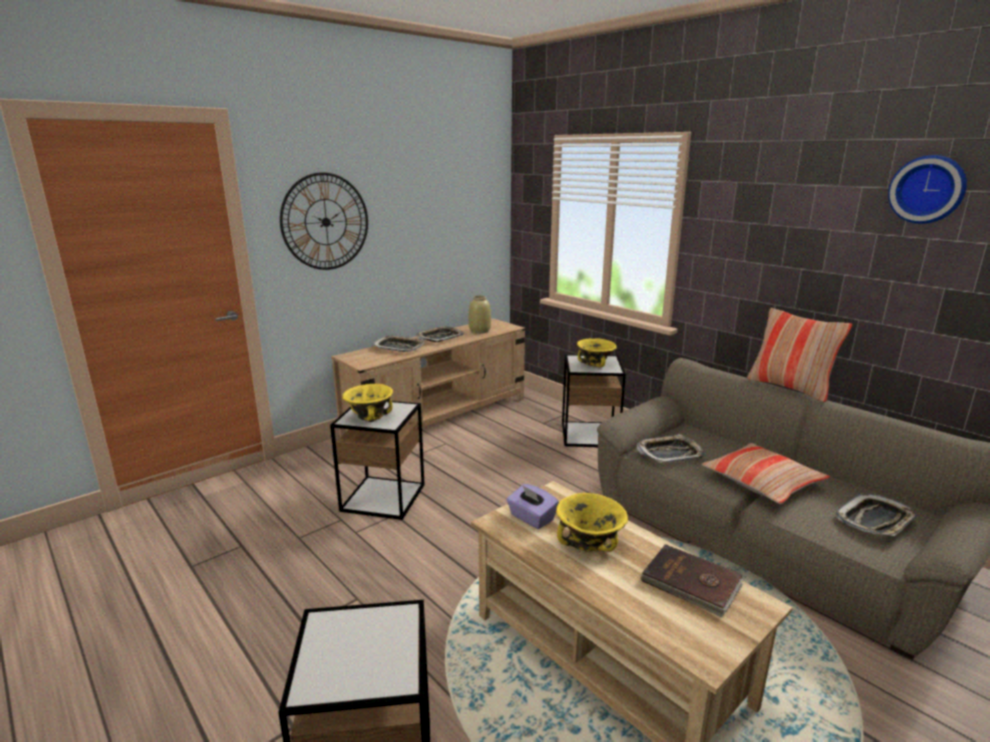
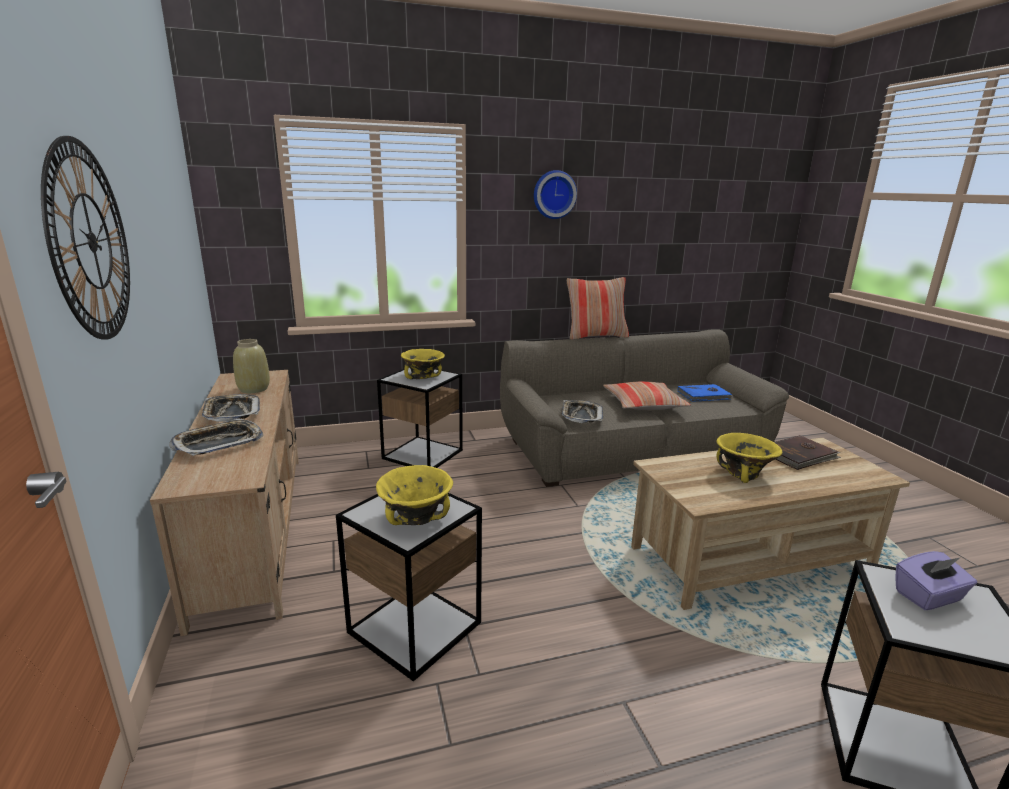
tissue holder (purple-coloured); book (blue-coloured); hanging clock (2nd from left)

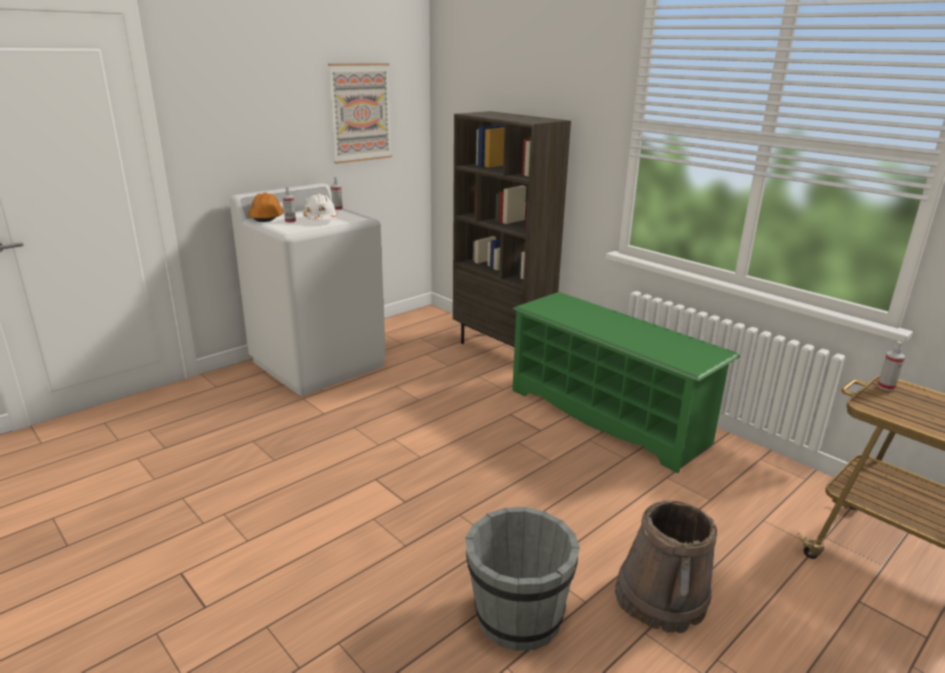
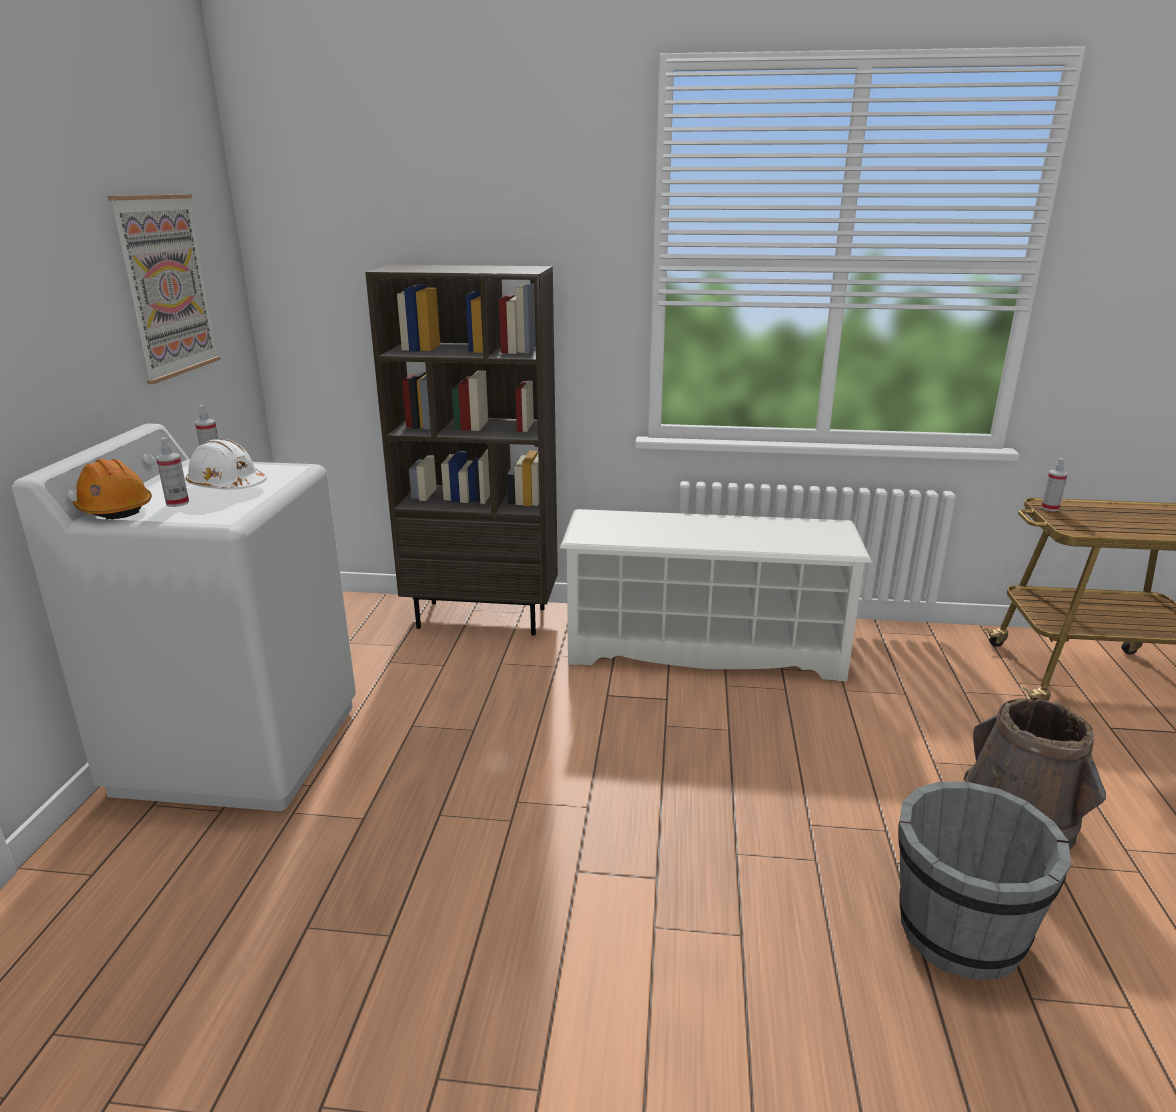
shoe shelf (white)

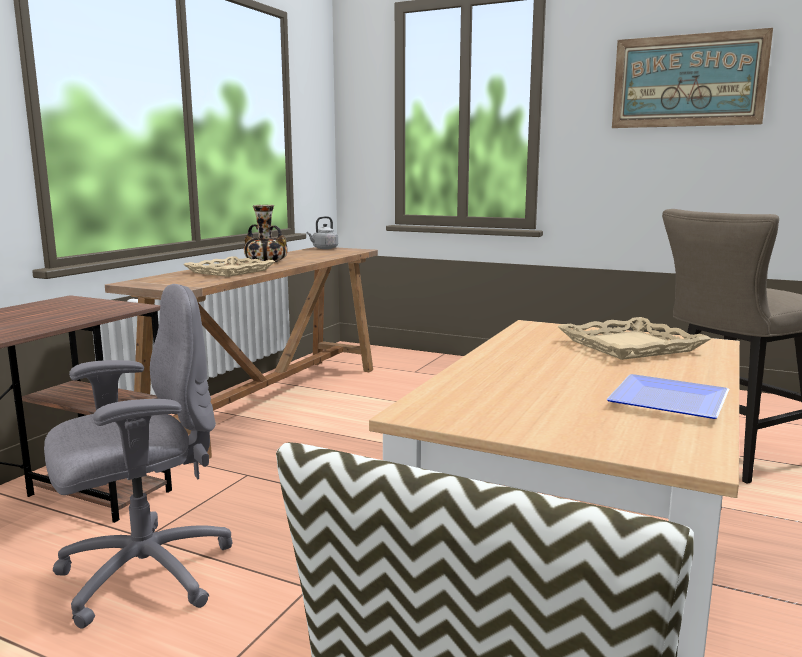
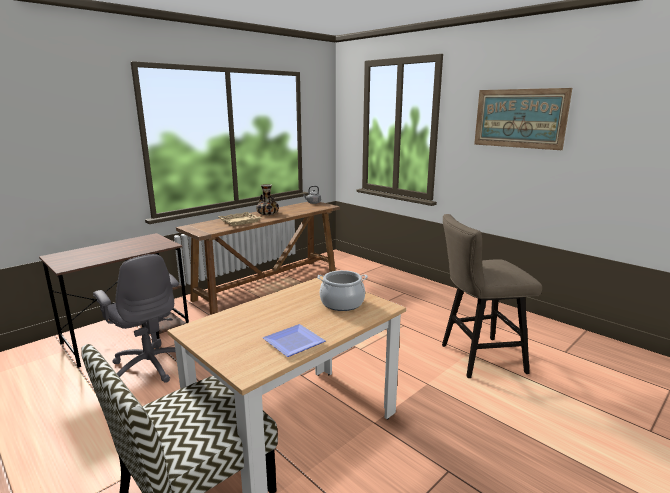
office chair (greyish); cooking pot

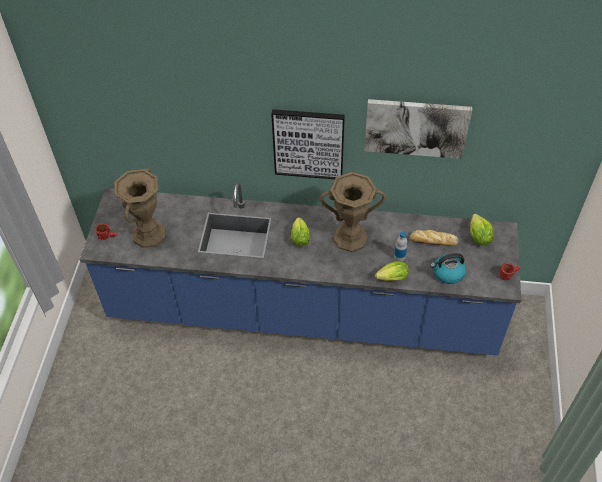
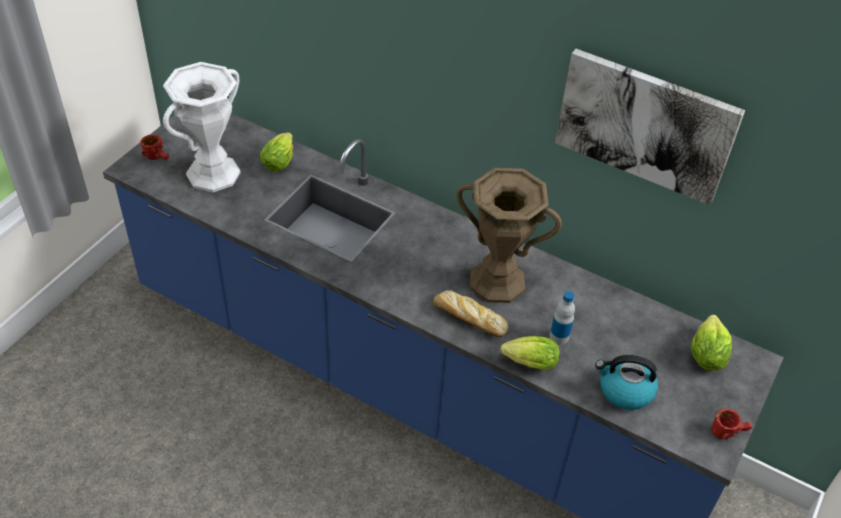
decorative vase (white); picture (1st from left in the first image); lettuce head (1st from left); bakery bread

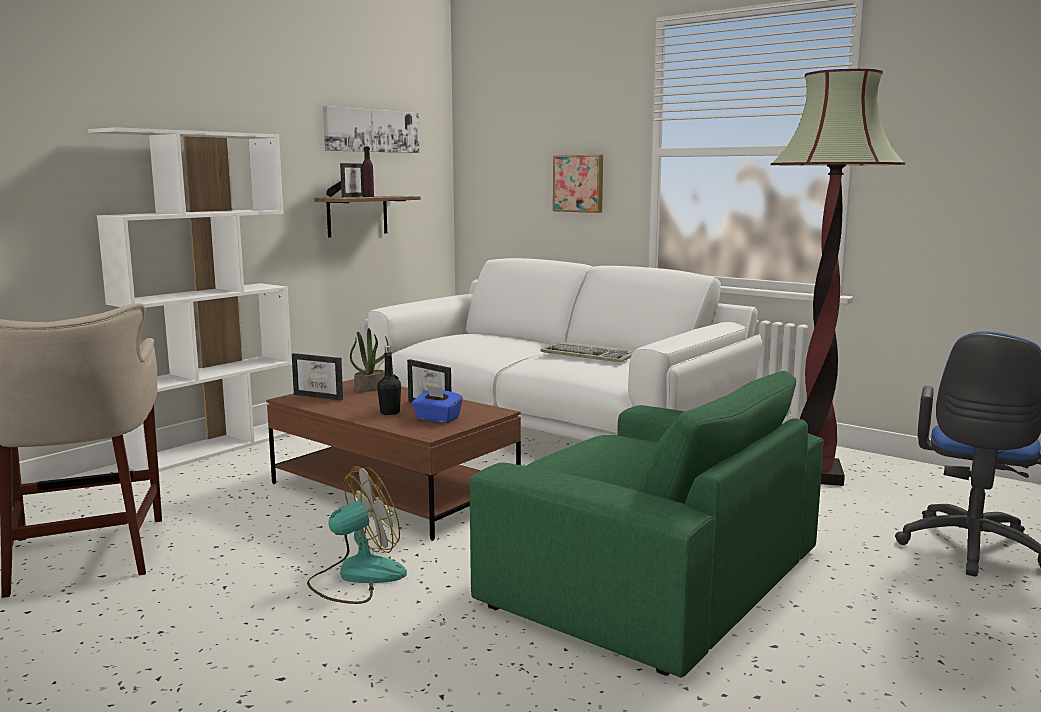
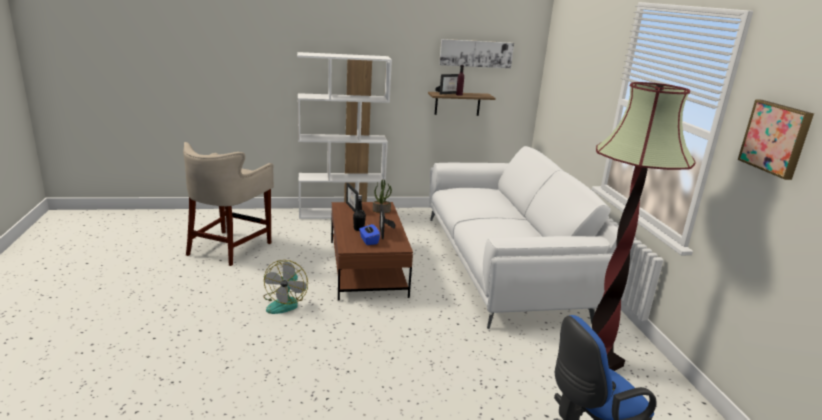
fan; easy chair (green-coloured); computer keyboard; picture (2nd from left)

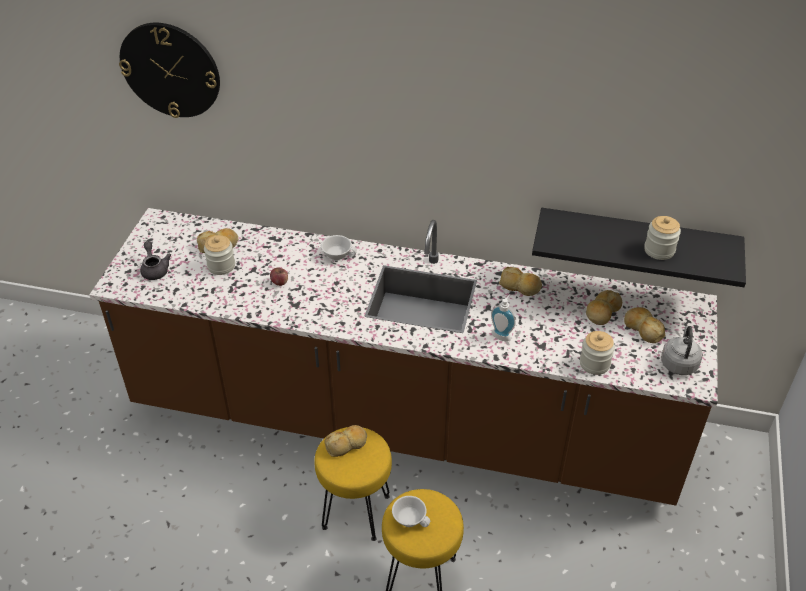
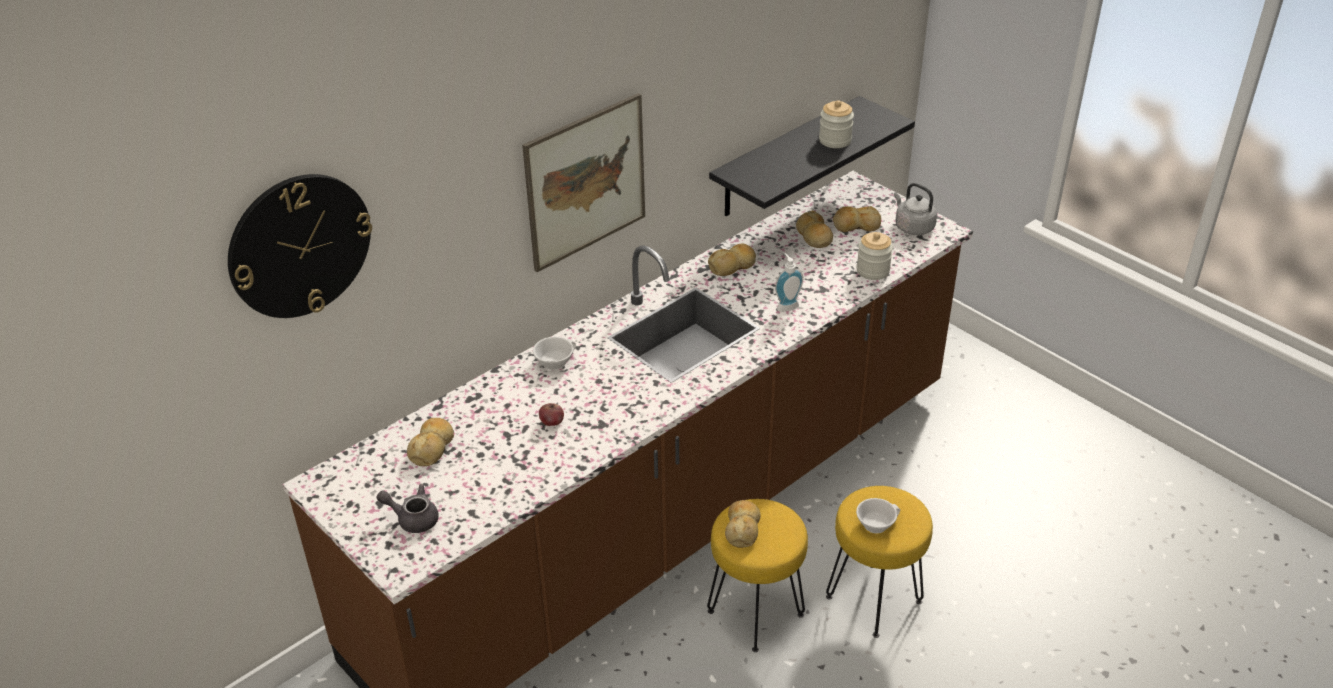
preserve jar (1st from left in the first image); picture

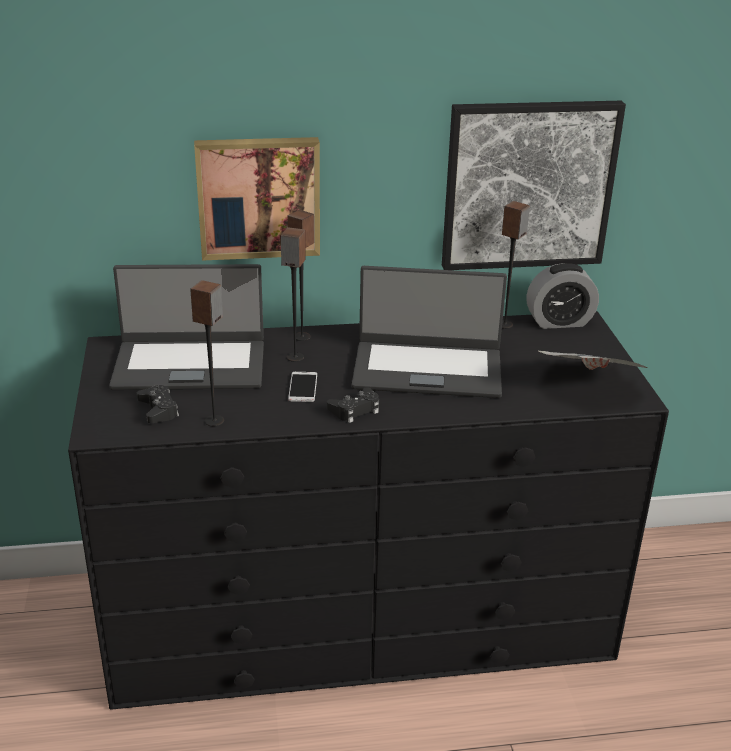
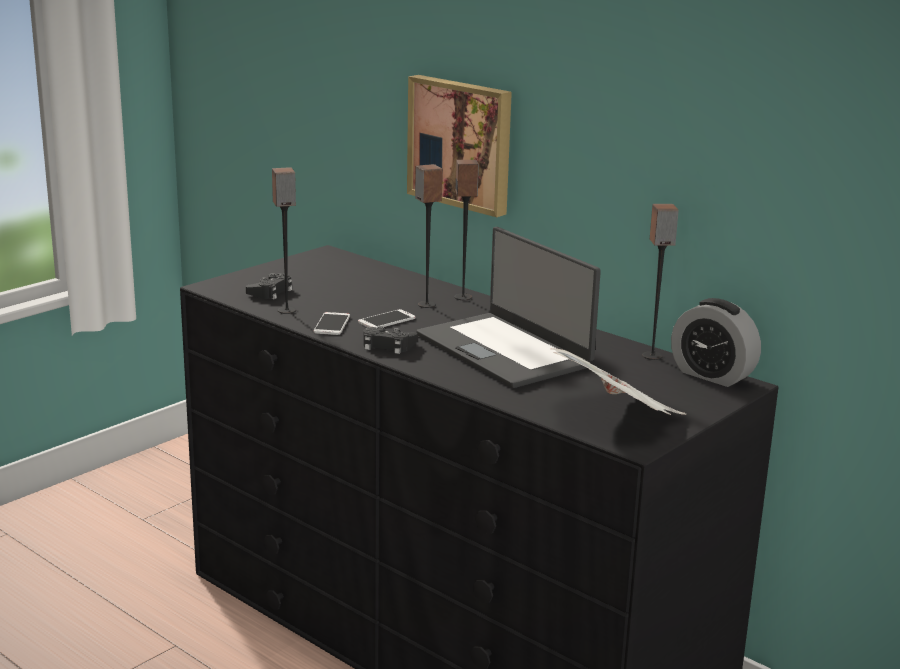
laptop (1st from left in the first image); picture (2nd from left in the first image); telephone (1st from left)

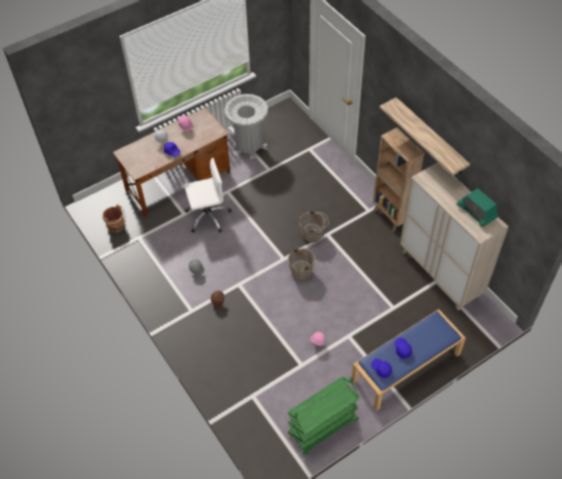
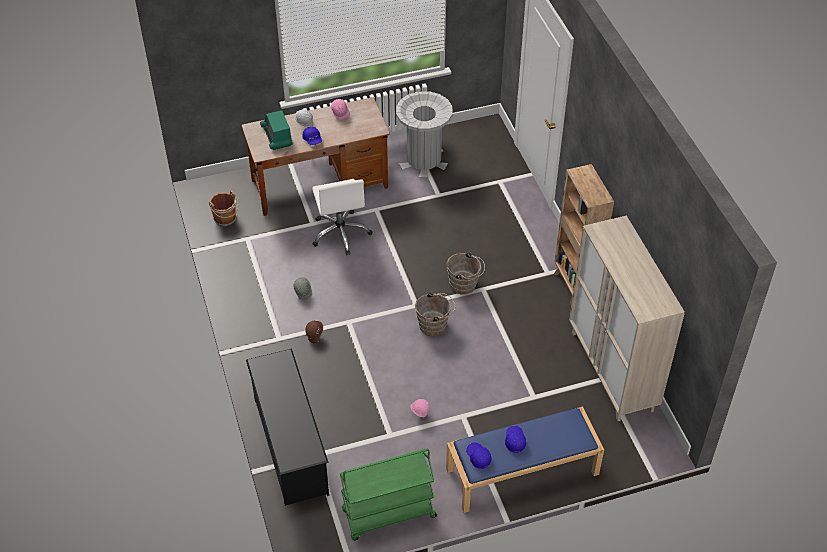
office chair (white); shelf; radio set; shoe shelf (black-coloured)

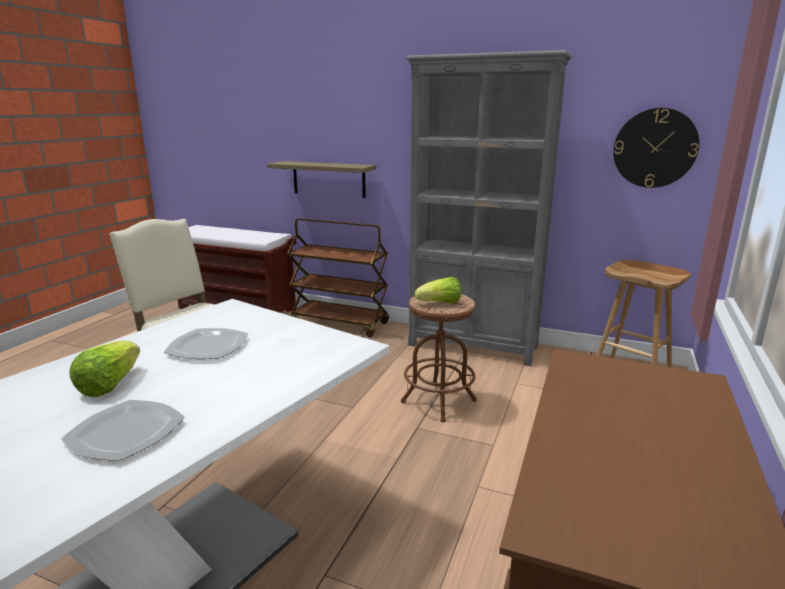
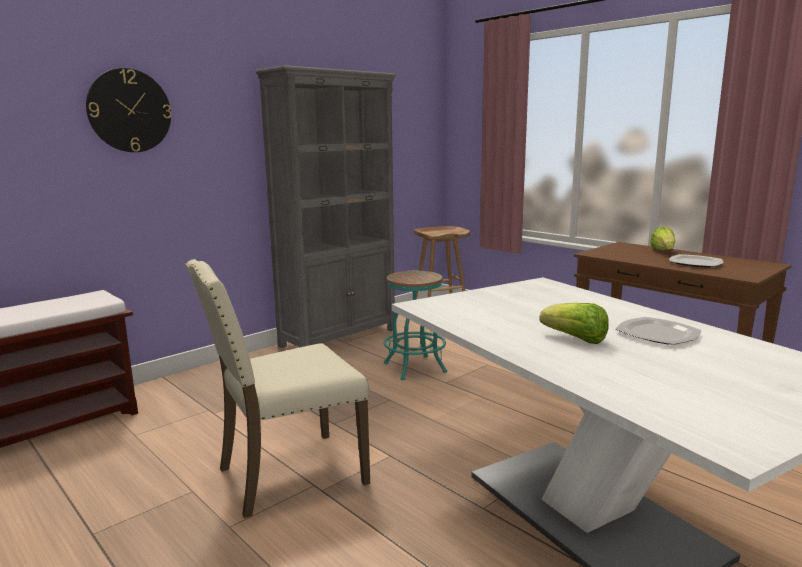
flat dish (2nd from left); shelf; wheeled cart (brown); stool (blue-green); lettuce head (2nd from left); hanging clock

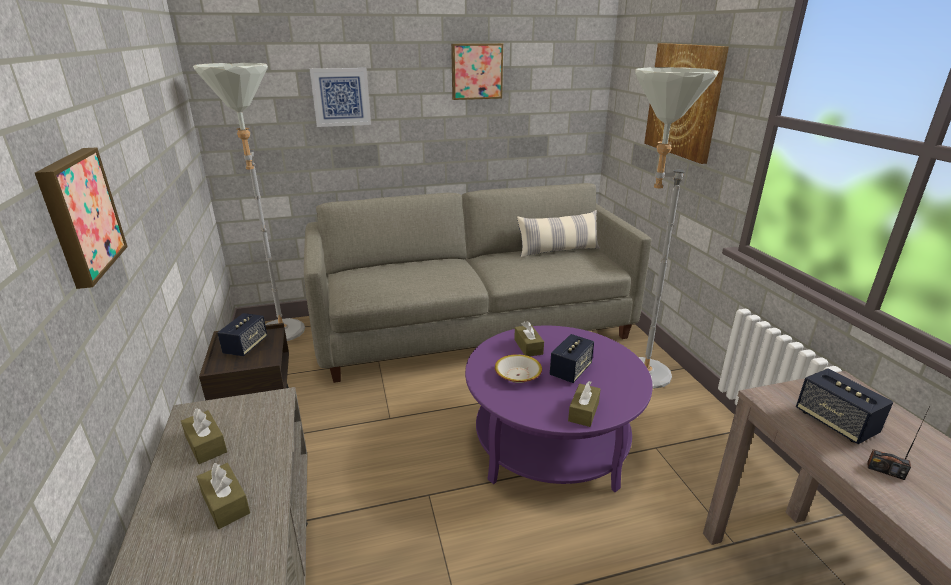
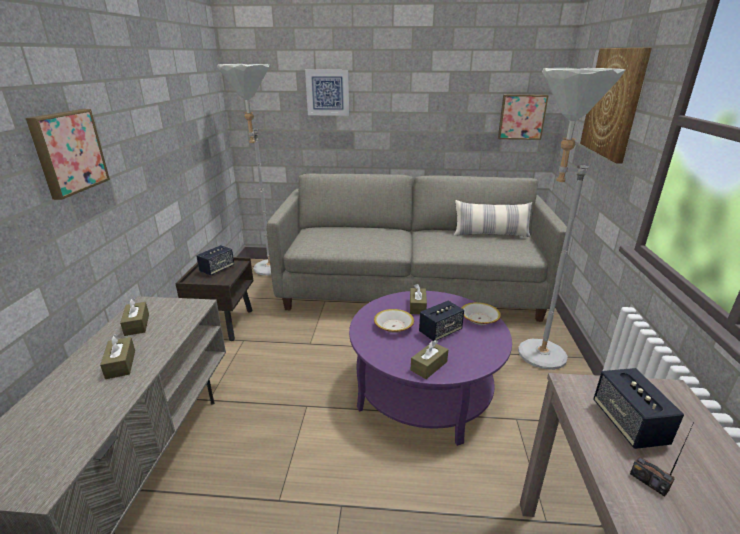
picture (3rd from left); bowl (2nd from left)

